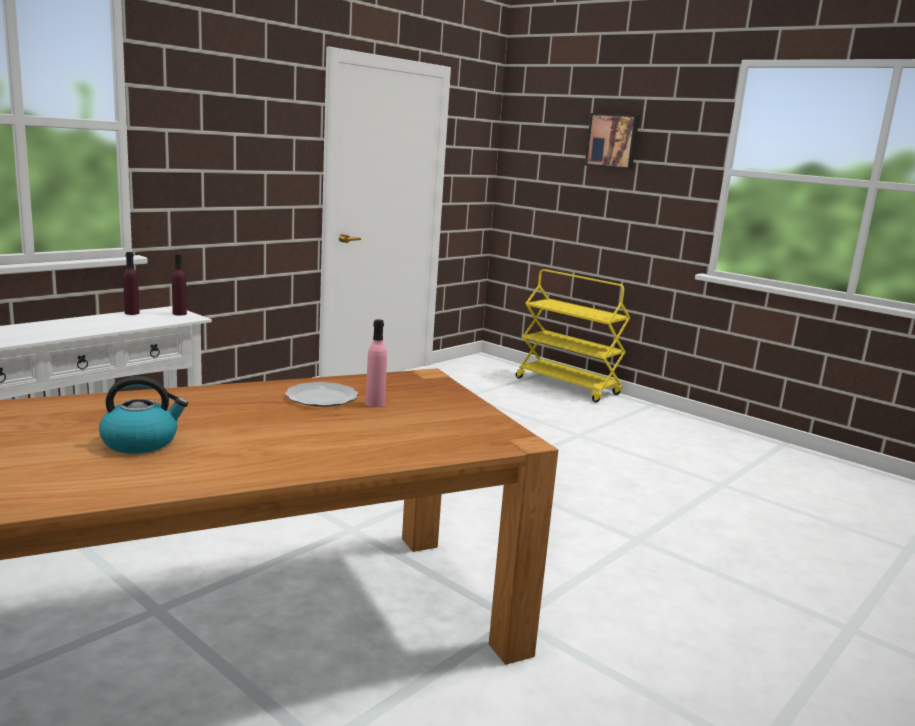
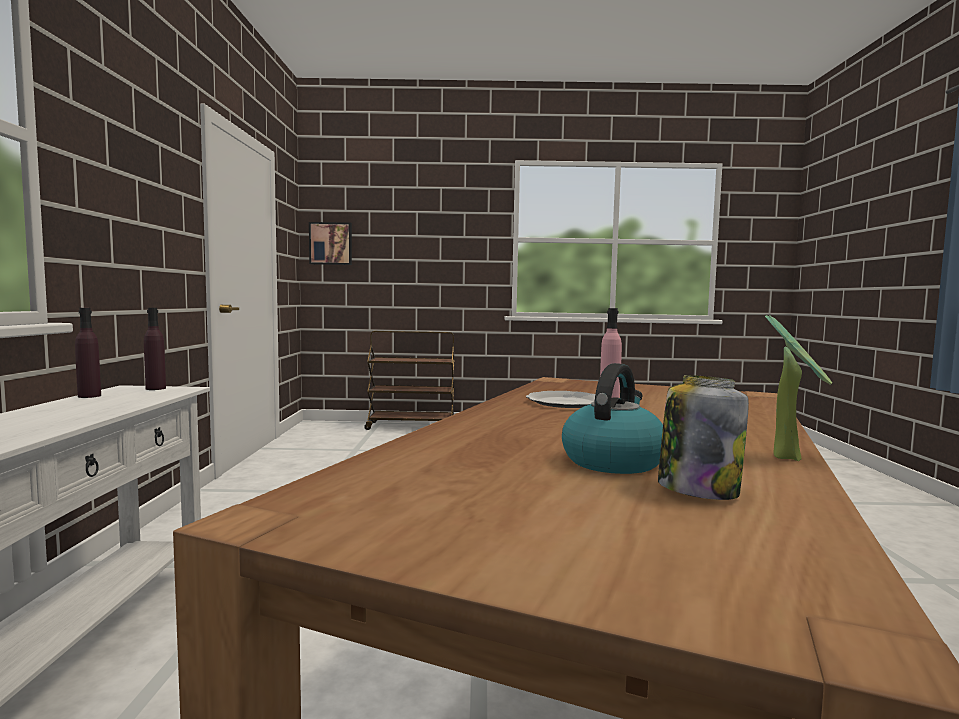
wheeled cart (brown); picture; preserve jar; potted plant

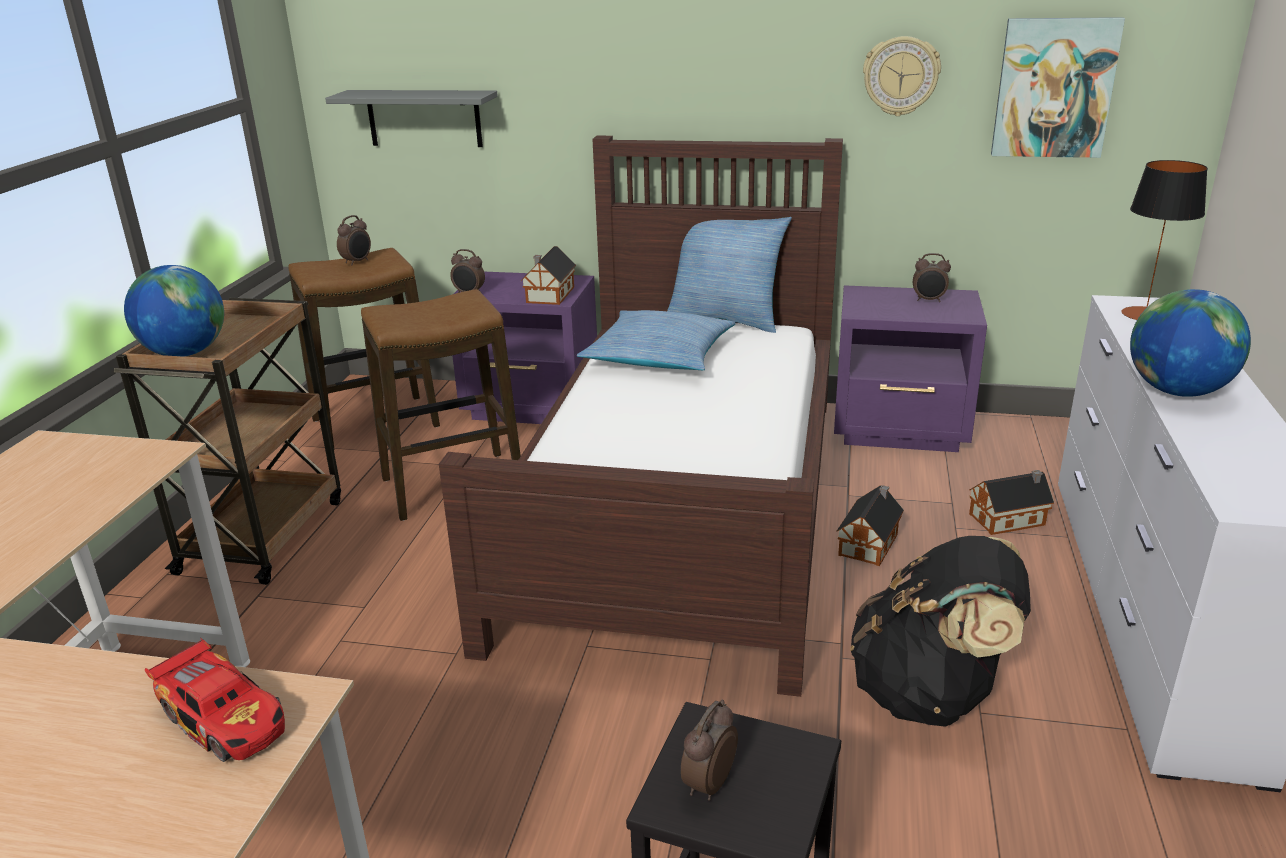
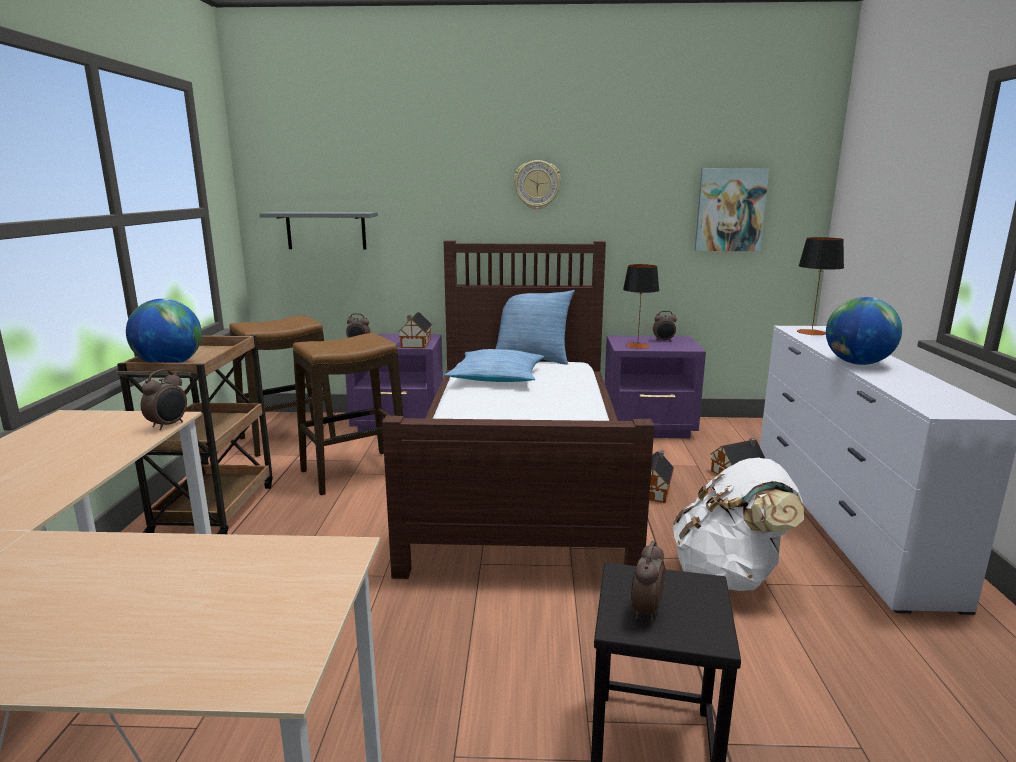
model car; table clock (1st from left); backpack (white); hanging clock; tabletop lamp (1st from left)

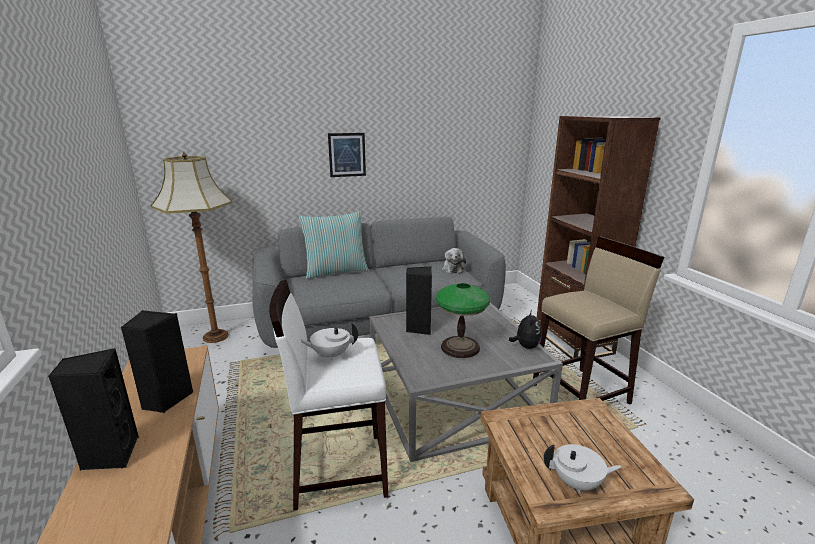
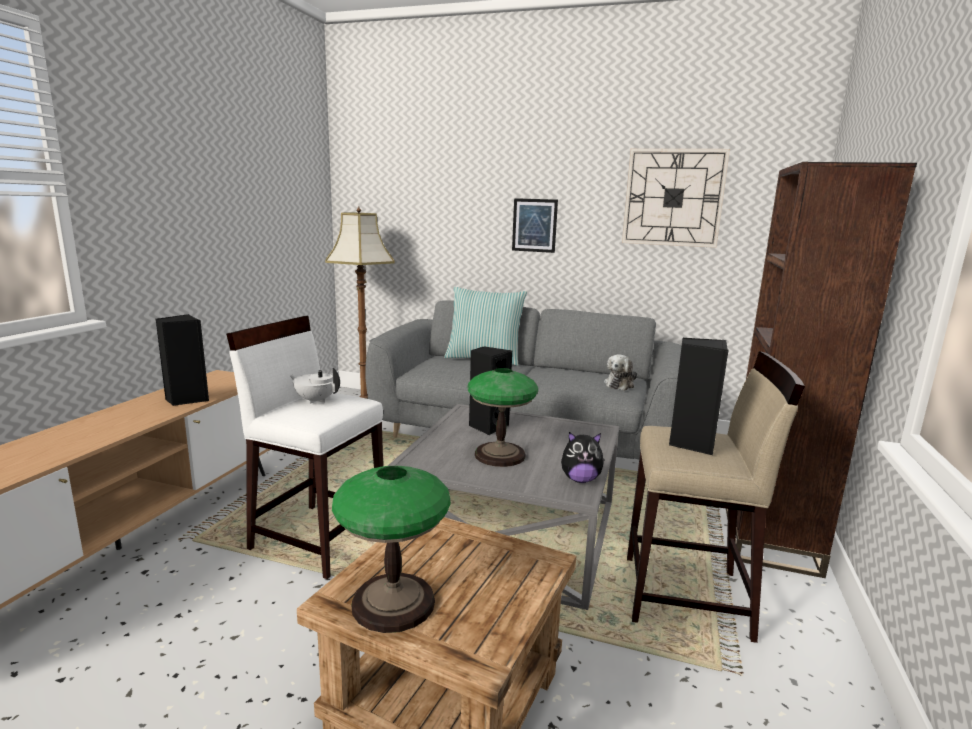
audio speaker (black-coloured) (3rd from left); cuddly toy (1st from left); tabletop lamp (1st from left); hanging clock

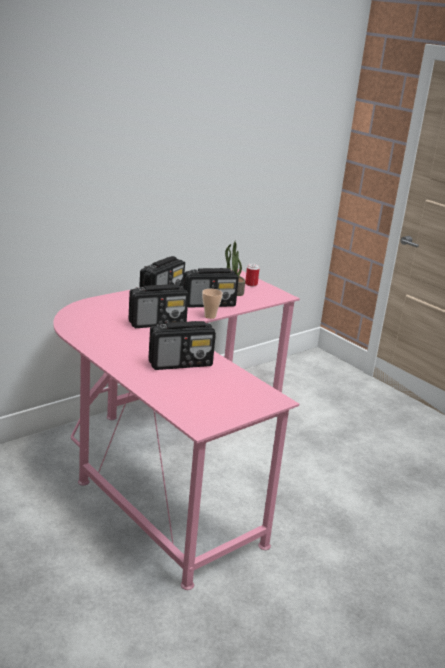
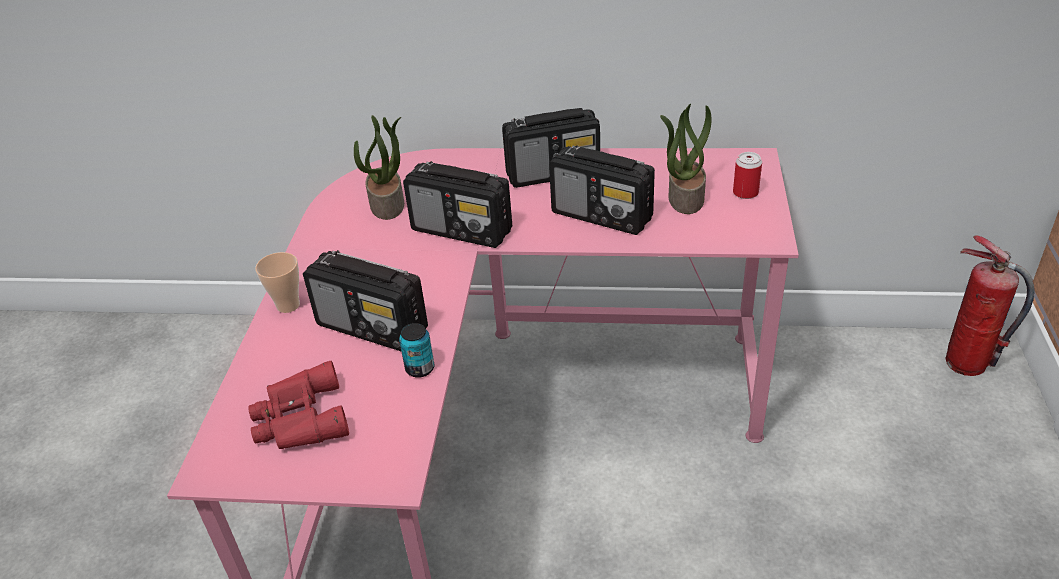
cup; field glasses (reddish); potted plant (1st from left); can (1st from left); fire extinguisher

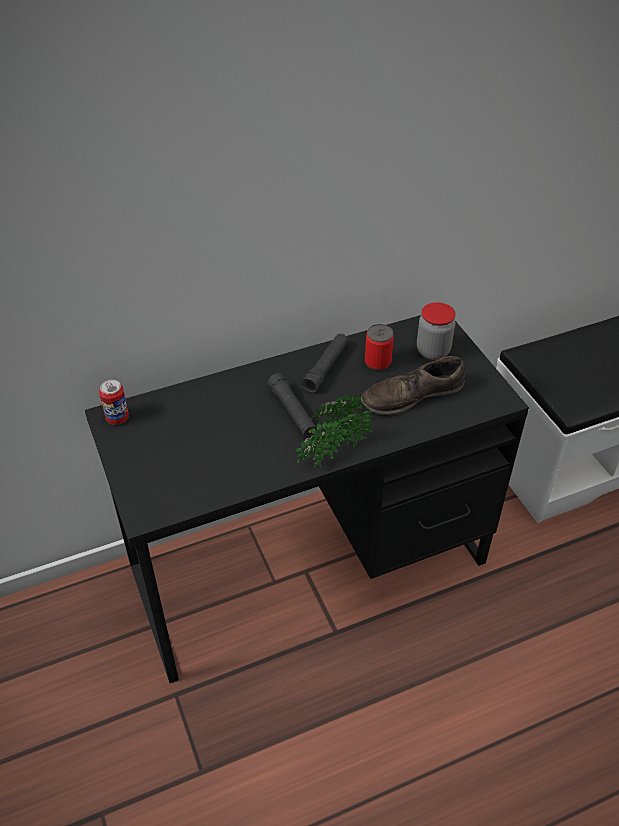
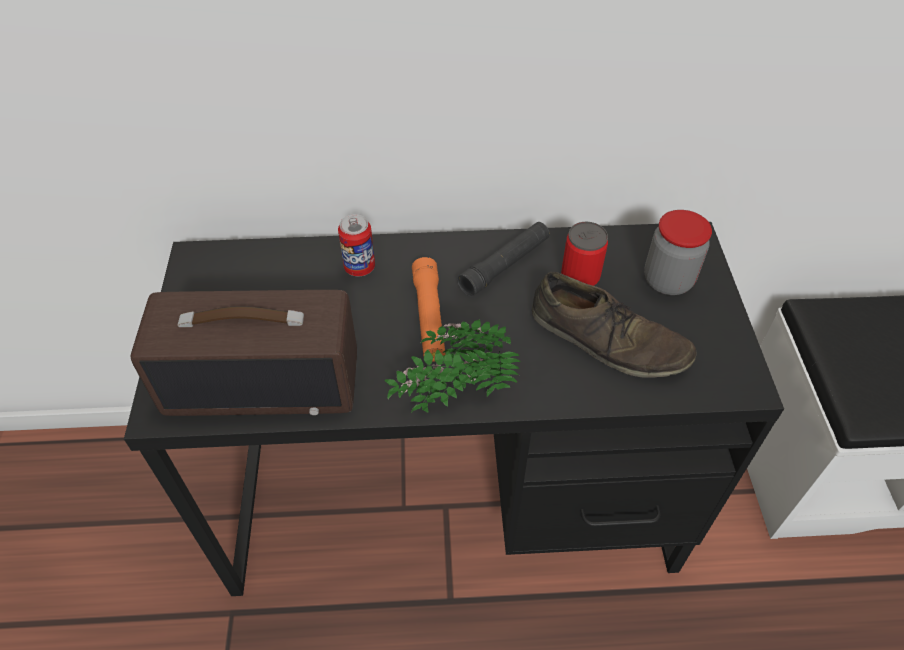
can (1st from left); torch (orange-coloured); low shoe (brown); radio set

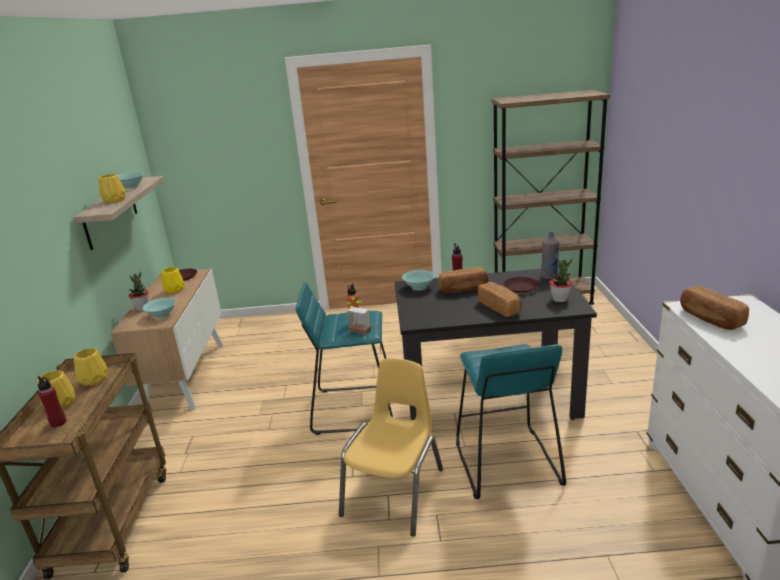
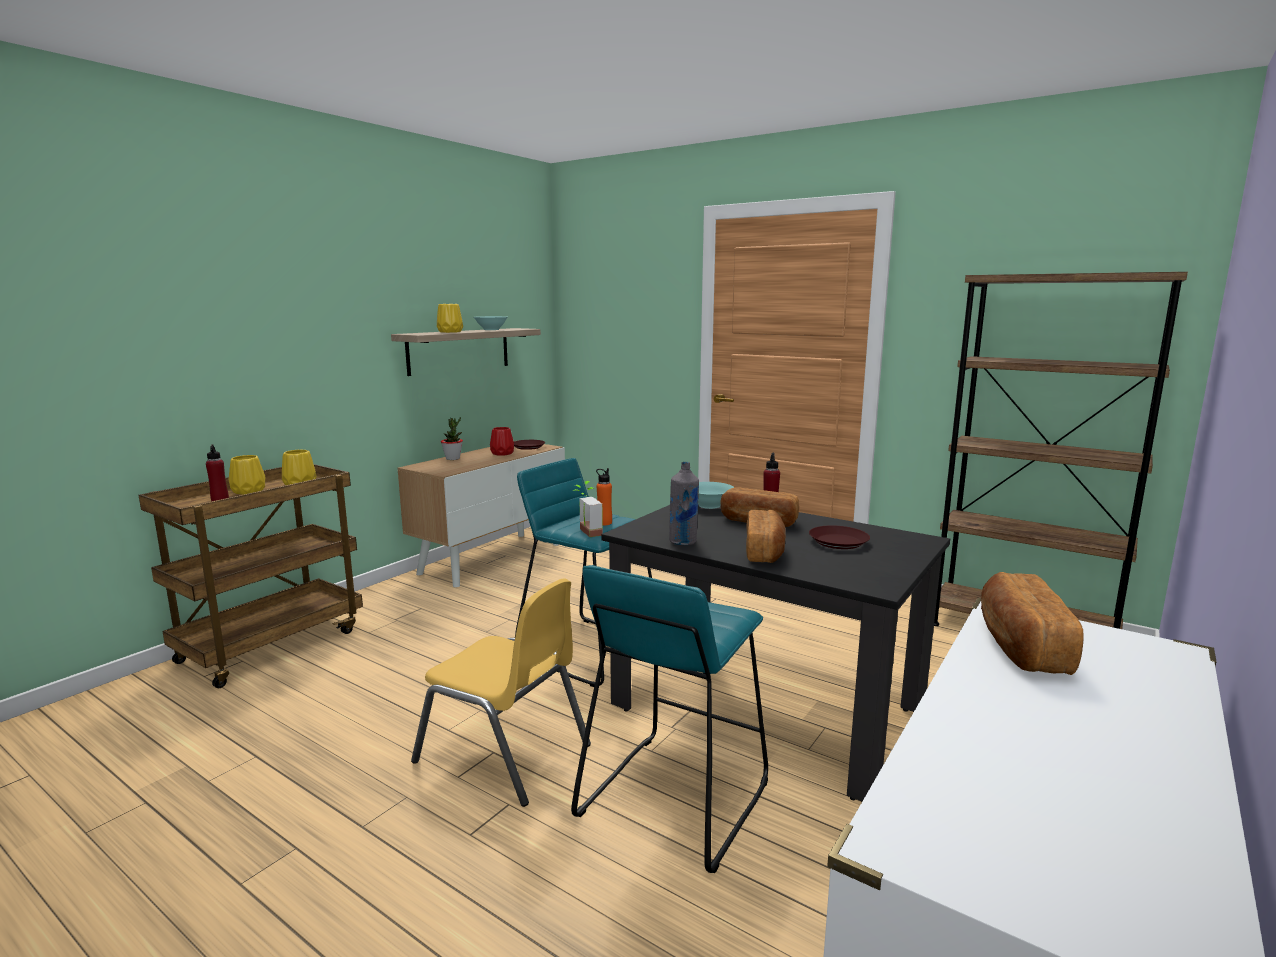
bowl (blue-green) (2nd from left in the first image); decorative vase (reddish); plain chair (yellow); beverage bottle (greyish); potted plant (3rd from left in the first image)

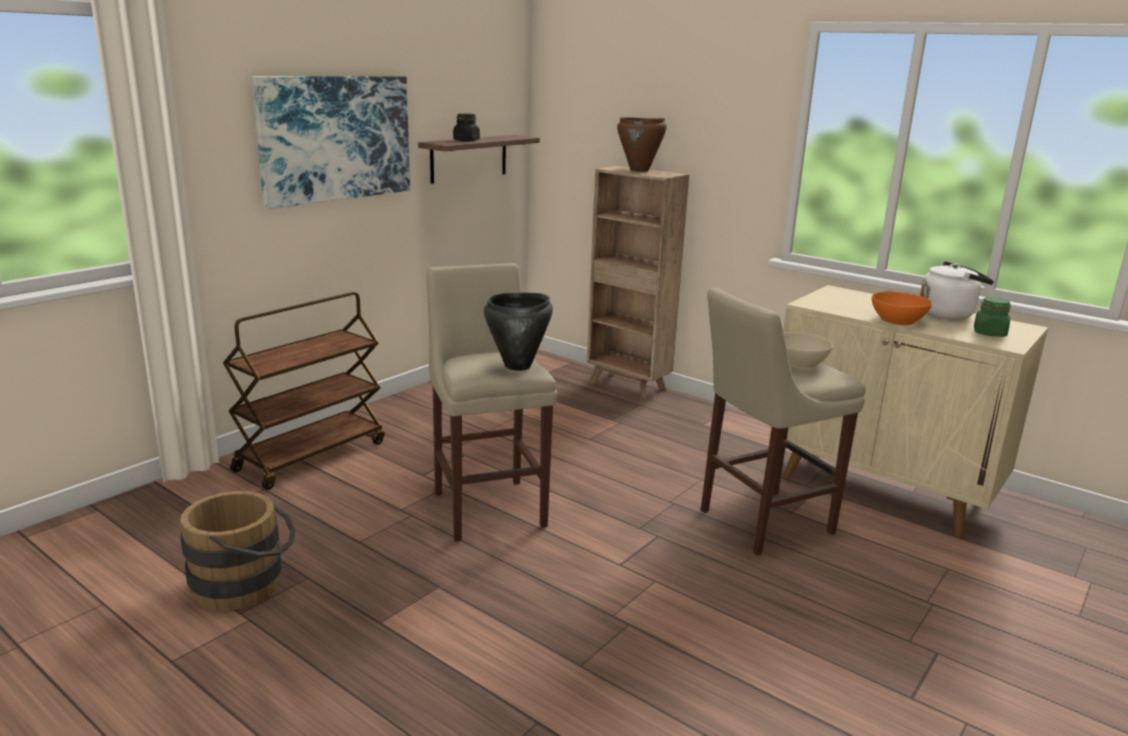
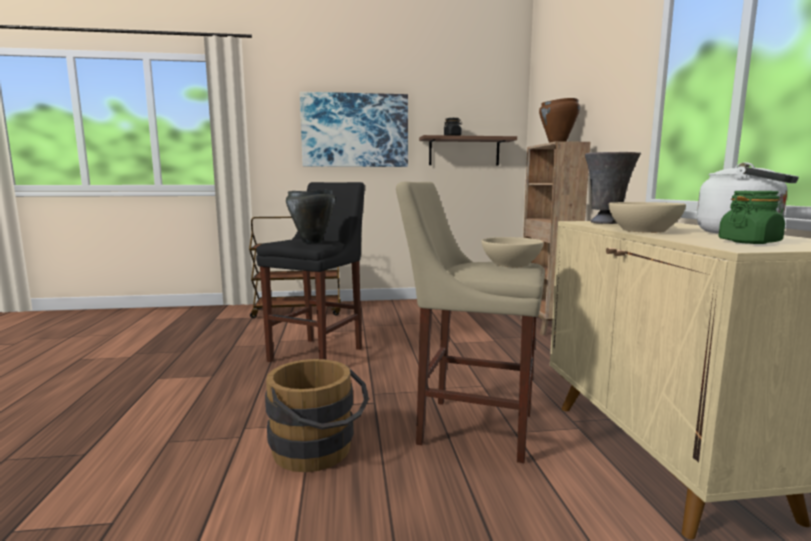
bucket (brown); stool (black-coloured); bowl (beige) (2nd from left); decorative vase (greyish)

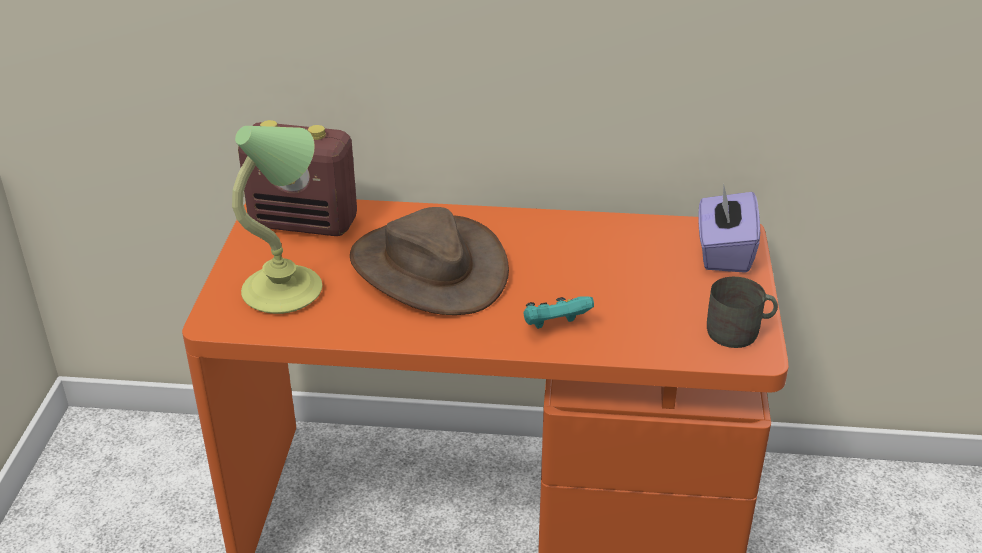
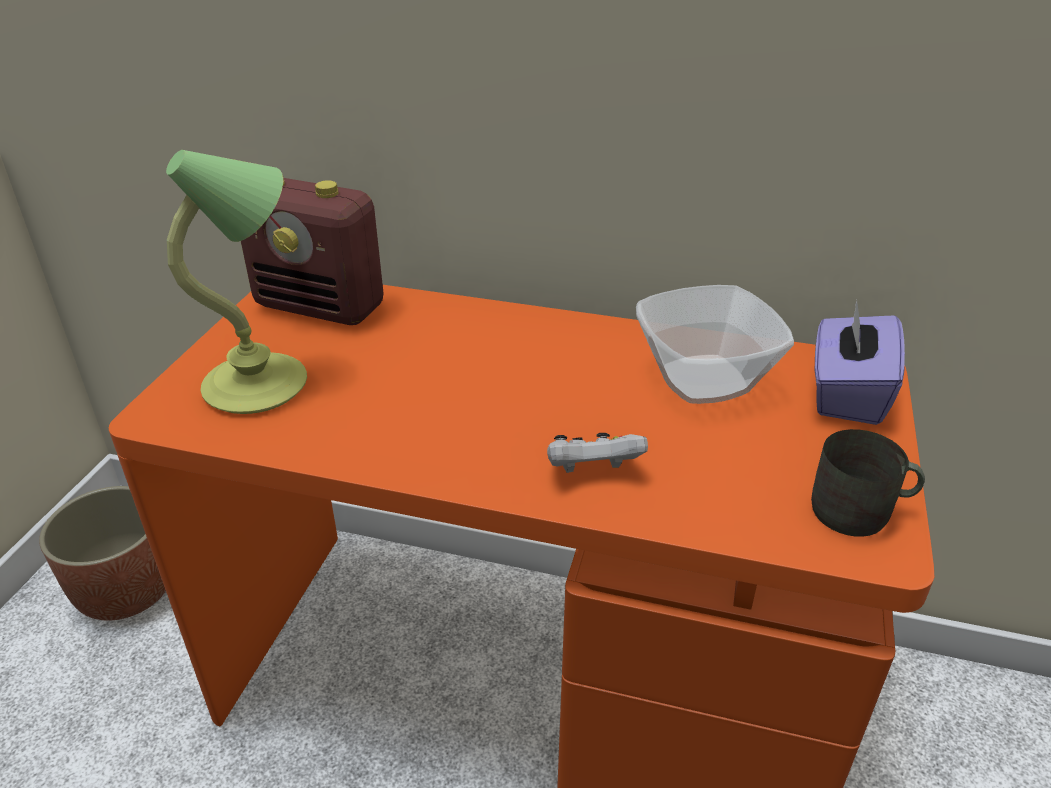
clothing hat (brown); joypad (white); planter; bowl

